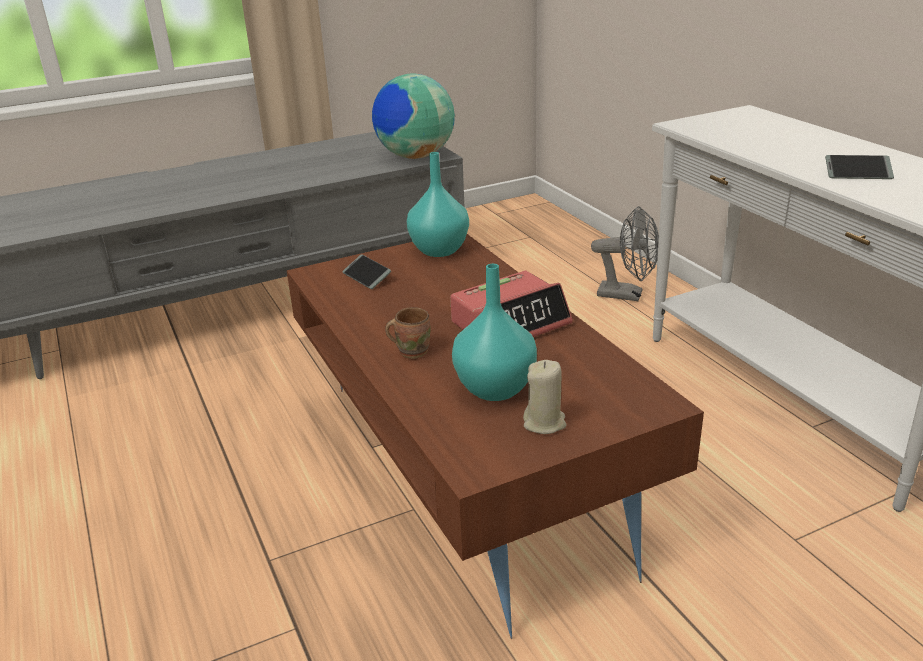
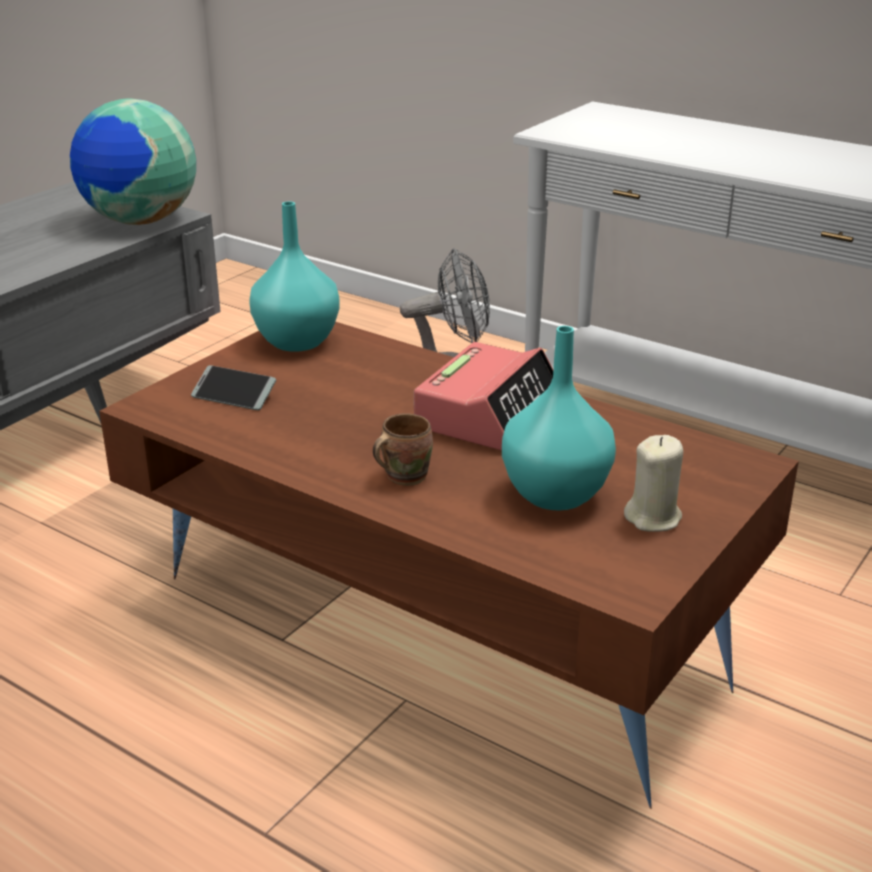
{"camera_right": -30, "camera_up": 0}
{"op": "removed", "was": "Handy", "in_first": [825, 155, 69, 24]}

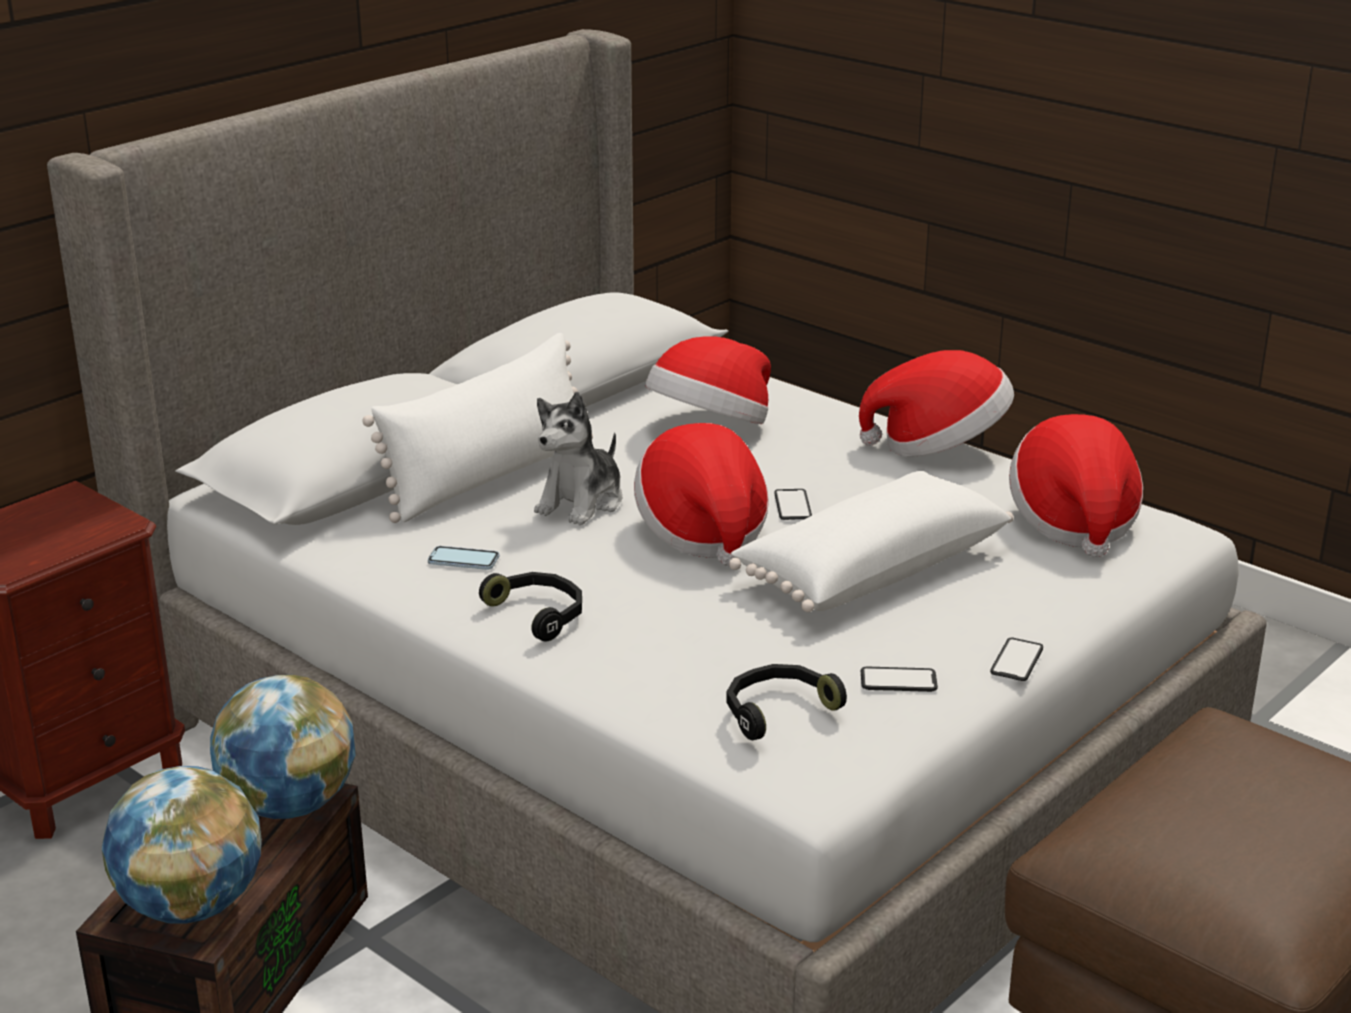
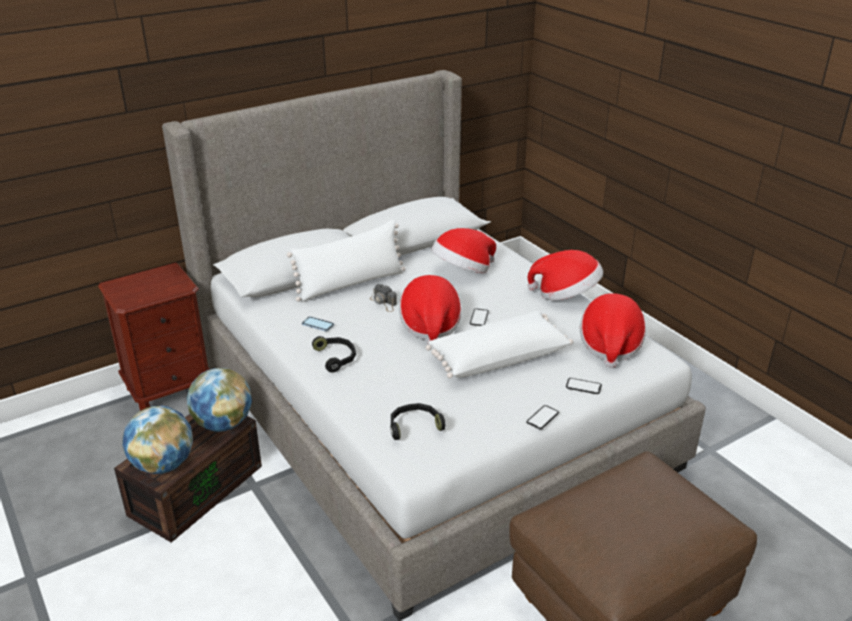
{"camera_right": 15, "camera_up": 5}
{"op": "replaced", "was": "Plüschtier", "now": "Kamera", "in_first": [534, 392, 89, 133], "in_second": [370, 284, 27, 28]}
{"op": "moved", "was": "Handy", "in_first": [861, 666, 77, 26], "in_second": [566, 378, 36, 16]}

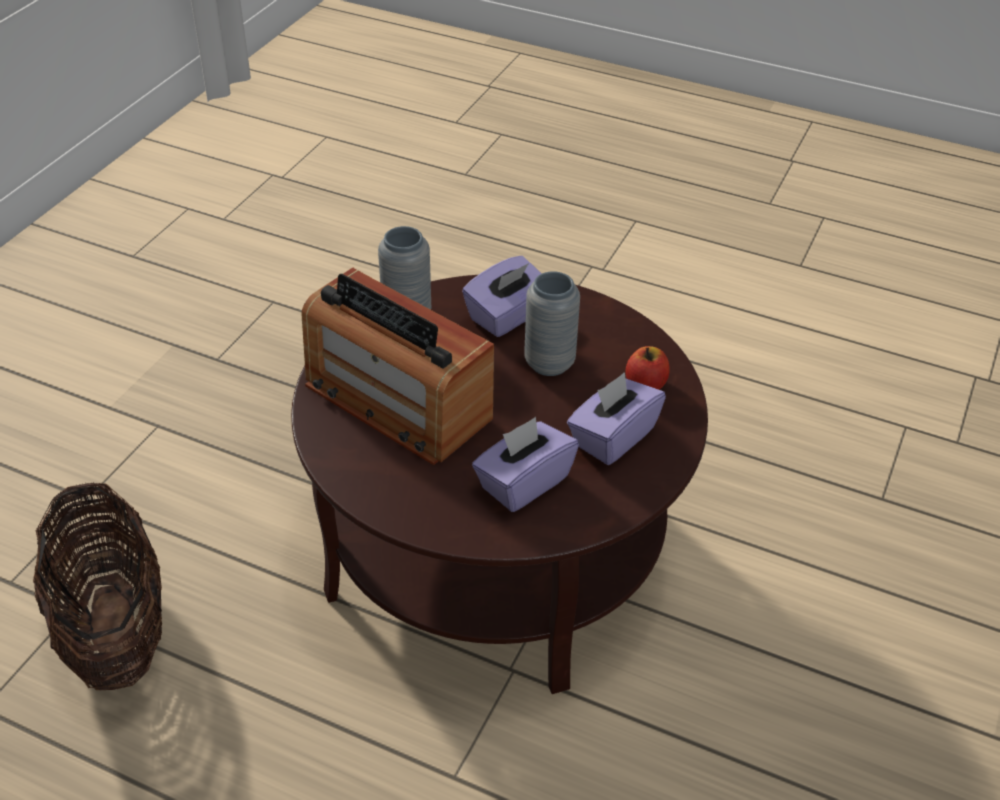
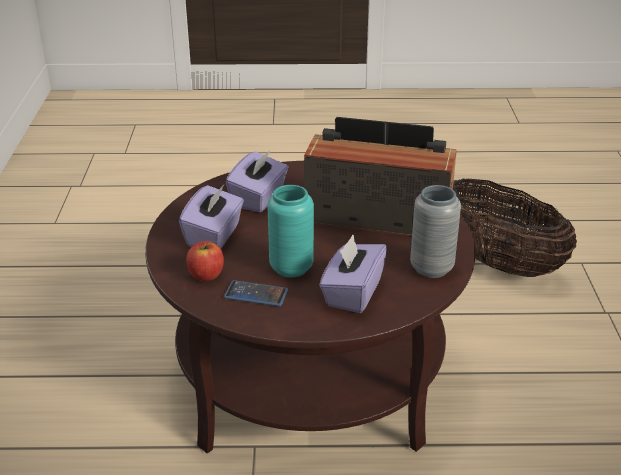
{"camera_right": 155, "camera_up": -10}
{"op": "added", "now": "Handy", "in_second": [224, 280, 64, 27]}
{"op": "recoloured", "was": "Vase (grau)", "now": "Vase (türkis)", "in_first": [524, 271, 56, 105], "in_second": [267, 185, 47, 93]}

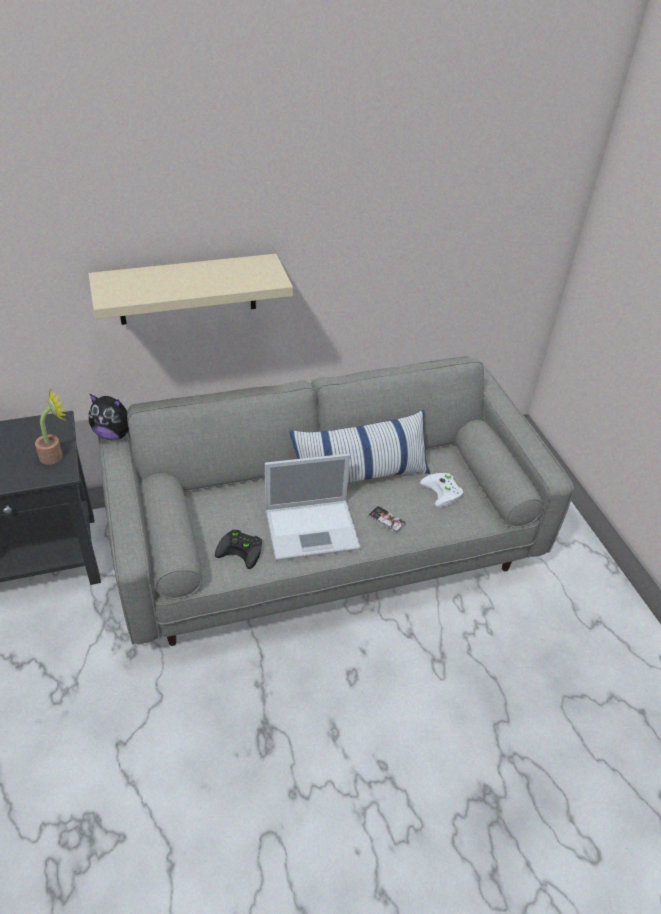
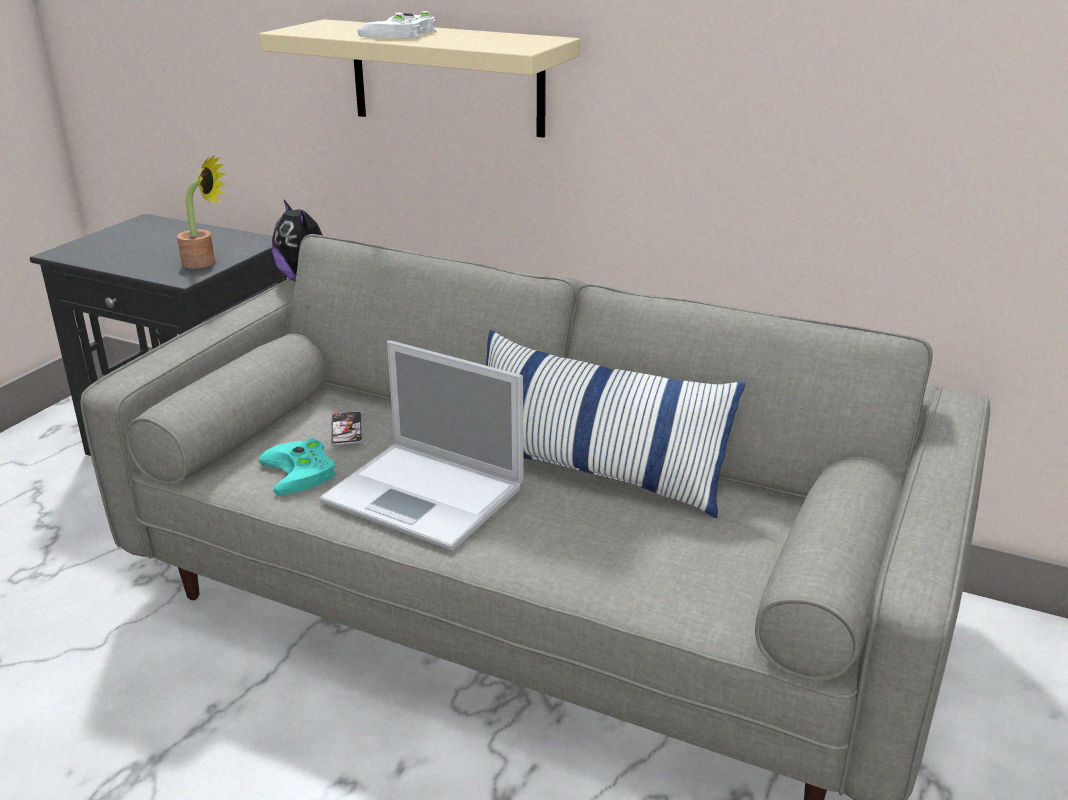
{"camera_right": 45, "camera_up": -15}
{"op": "recoloured", "was": "Gamepad (schwarz)", "now": "Gamepad (türkis)", "in_first": [215, 530, 47, 39], "in_second": [259, 438, 78, 57]}
{"op": "moved", "was": "Handy", "in_first": [368, 506, 38, 27], "in_second": [331, 412, 32, 34]}
{"op": "moved", "was": "Gamepad (weiß)", "in_first": [420, 473, 43, 34], "in_second": [358, 11, 79, 28]}

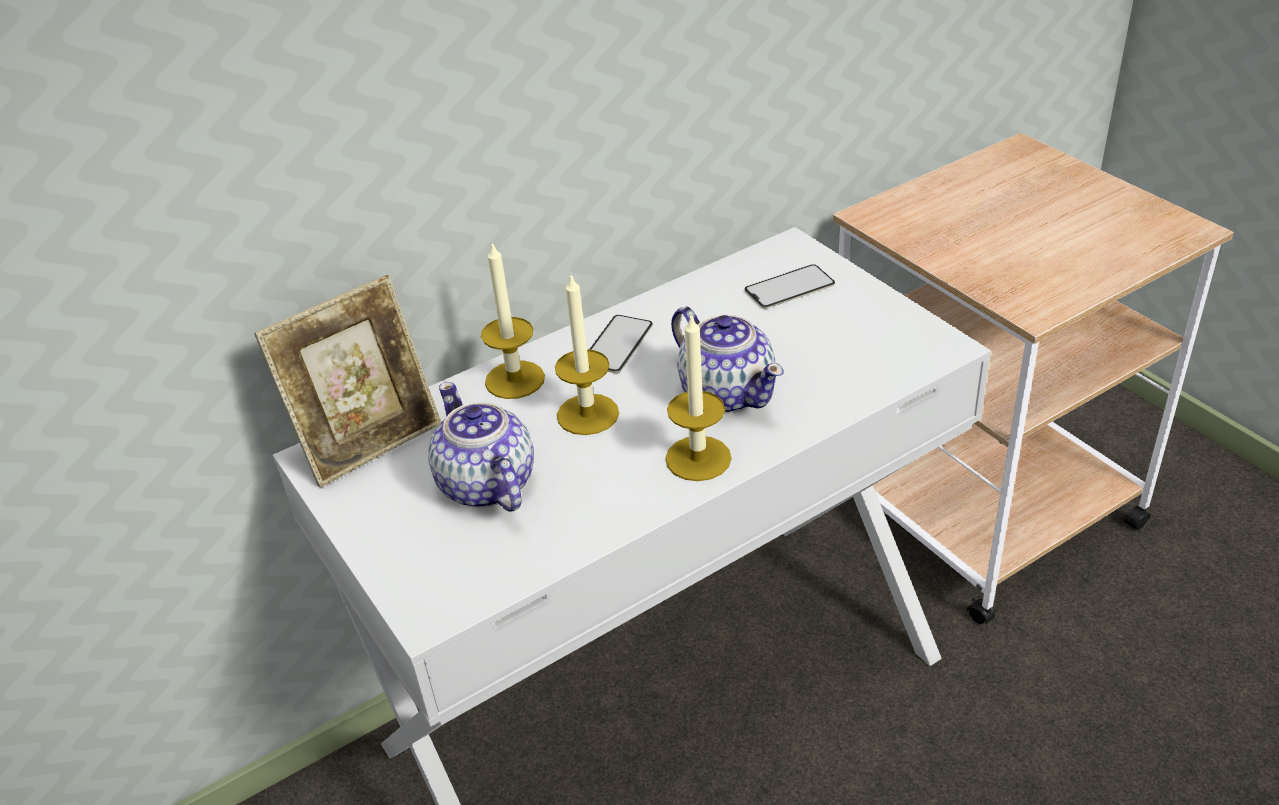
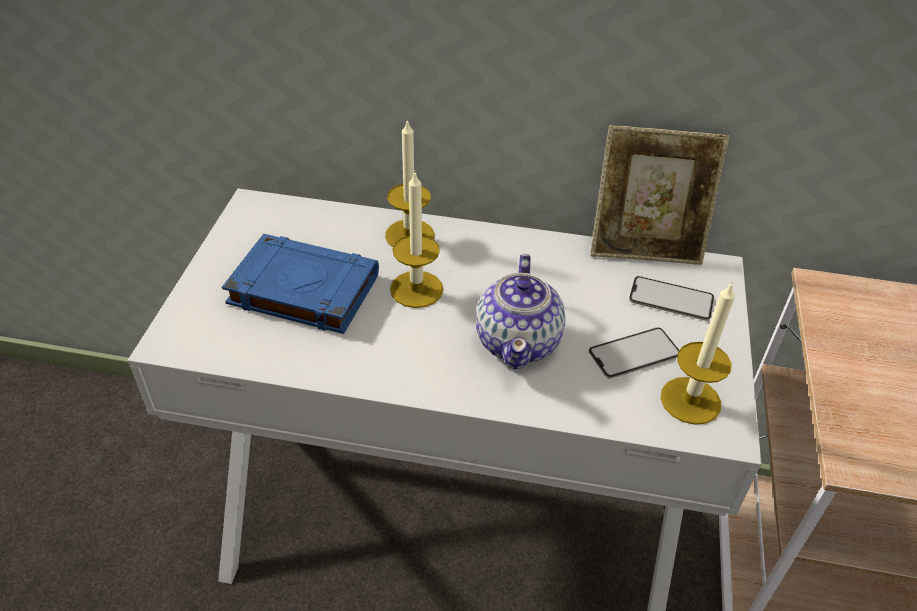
{"camera_right": 40, "camera_up": 5}
{"op": "replaced", "was": "Teekanne", "now": "Buch (blau)", "in_first": [428, 382, 106, 130], "in_second": [222, 234, 157, 100]}
{"op": "moved", "was": "Handy", "in_first": [589, 315, 64, 58], "in_second": [589, 327, 90, 52]}
{"op": "moved", "was": "Bilderrahmen", "in_first": [254, 275, 187, 213], "in_second": [590, 125, 139, 140]}
{"op": "moved", "was": "Kerze", "in_first": [665, 313, 67, 168], "in_second": [660, 281, 75, 144]}

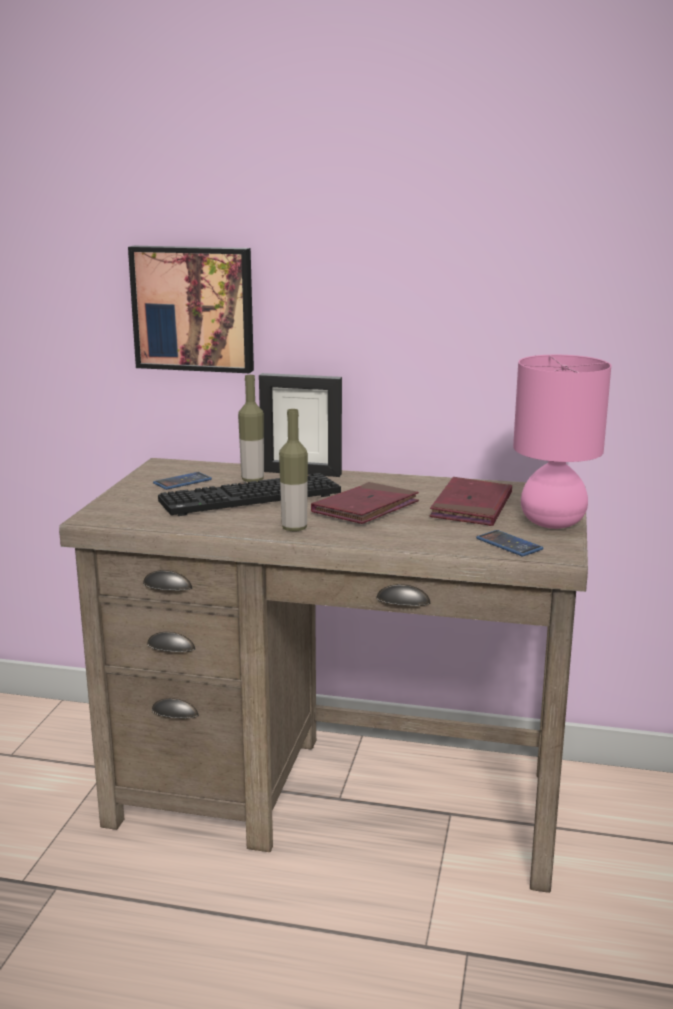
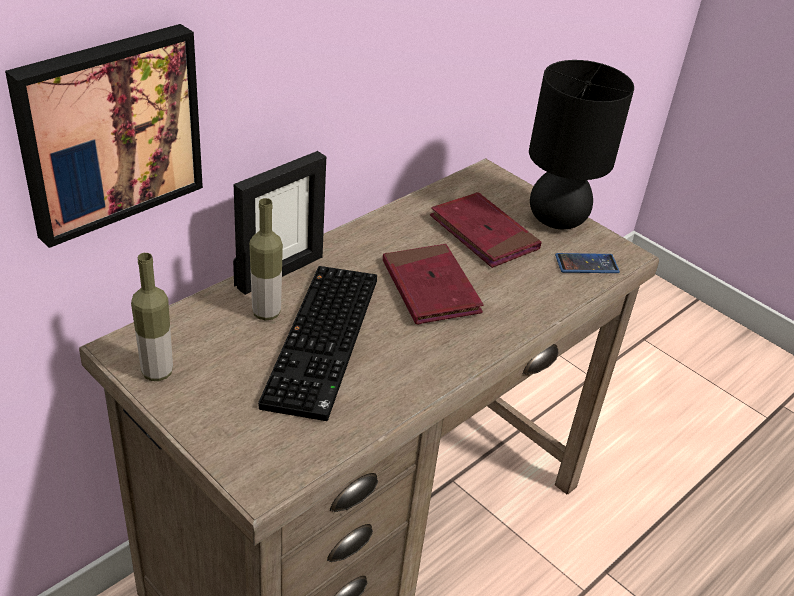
{"camera_right": -60, "camera_up": 20}
{"op": "moved", "was": "Flasche", "in_first": [279, 409, 29, 123], "in_second": [131, 253, 42, 128]}
{"op": "recoloured", "was": "Tischlampe (rosa)", "now": "Tischlampe (schwarz)", "in_first": [513, 355, 98, 174], "in_second": [529, 60, 105, 169]}
{"op": "removed", "was": "Handy", "in_first": [153, 472, 59, 18]}

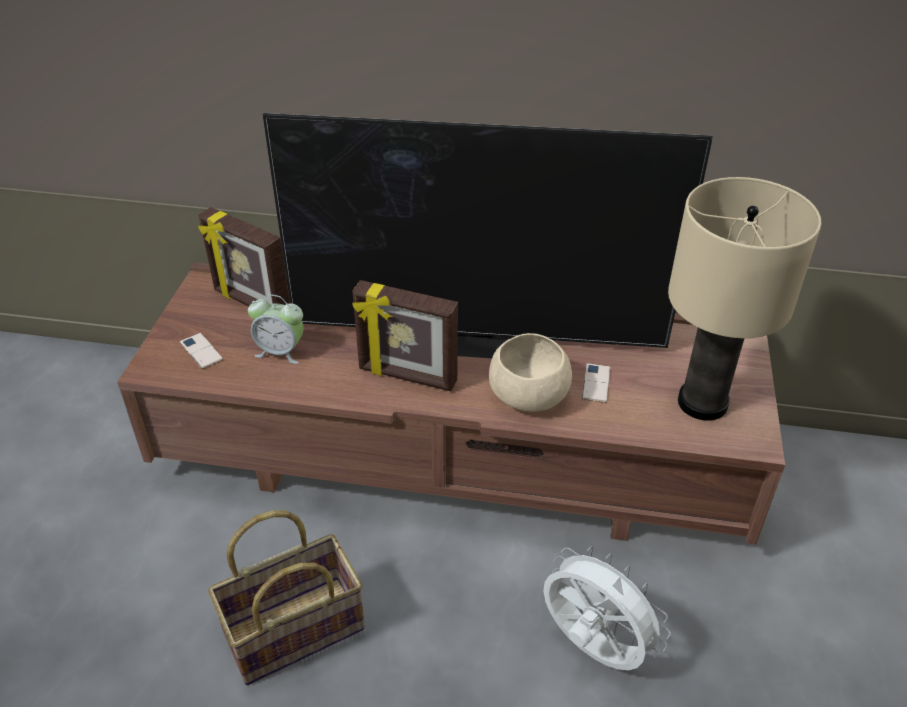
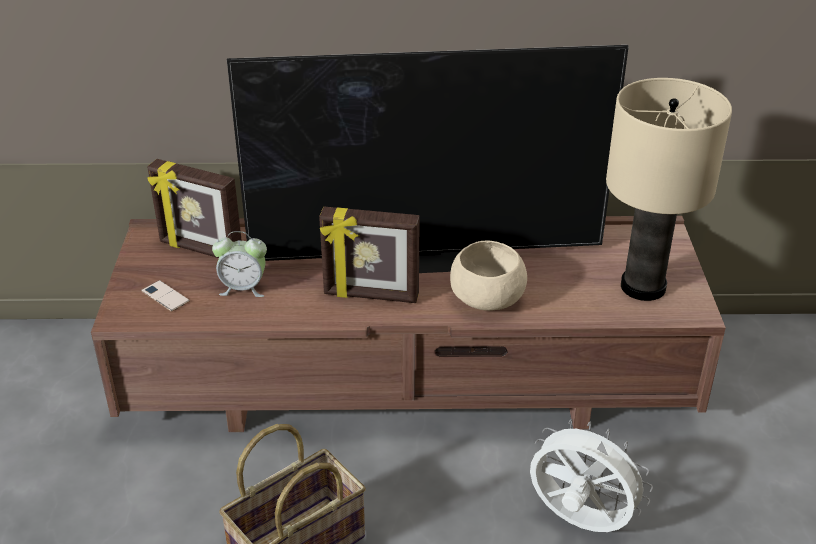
{"camera_right": -10, "camera_up": -5}
{"op": "removed", "was": "Handy", "in_first": [582, 363, 29, 40]}

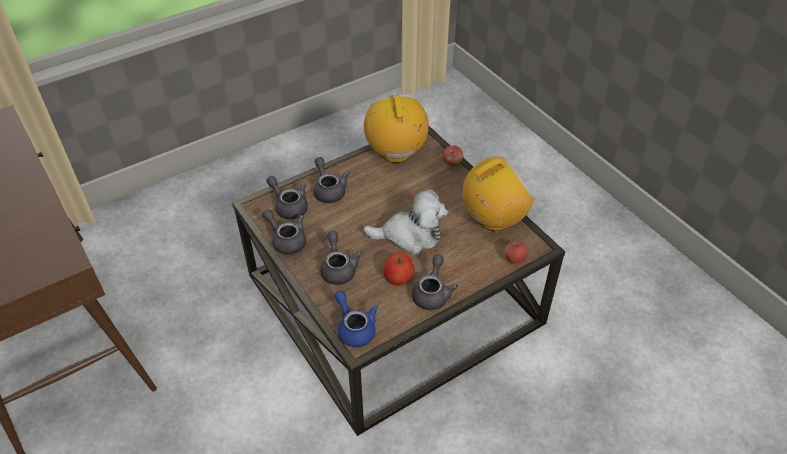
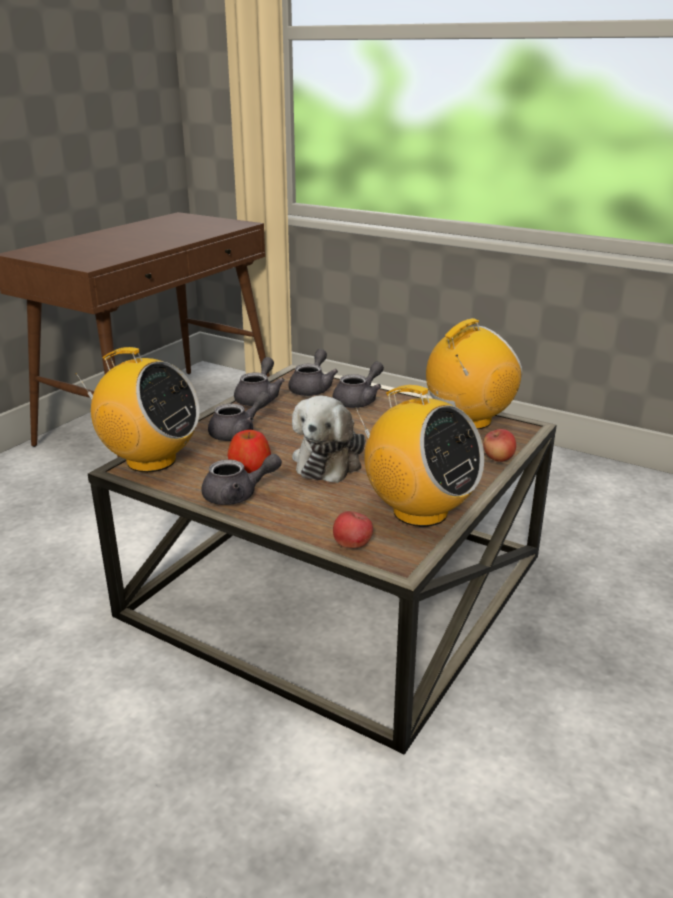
{"camera_right": 65, "camera_up": -20}
{"op": "replaced", "was": "Teekanne (blau)", "now": "Radio", "in_first": [335, 291, 43, 56], "in_second": [76, 347, 124, 125]}
{"op": "turned", "was": "Plüschtier", "in_first": [363, 189, 85, 66], "in_second": [292, 396, 74, 87], "clockwise": 45}

